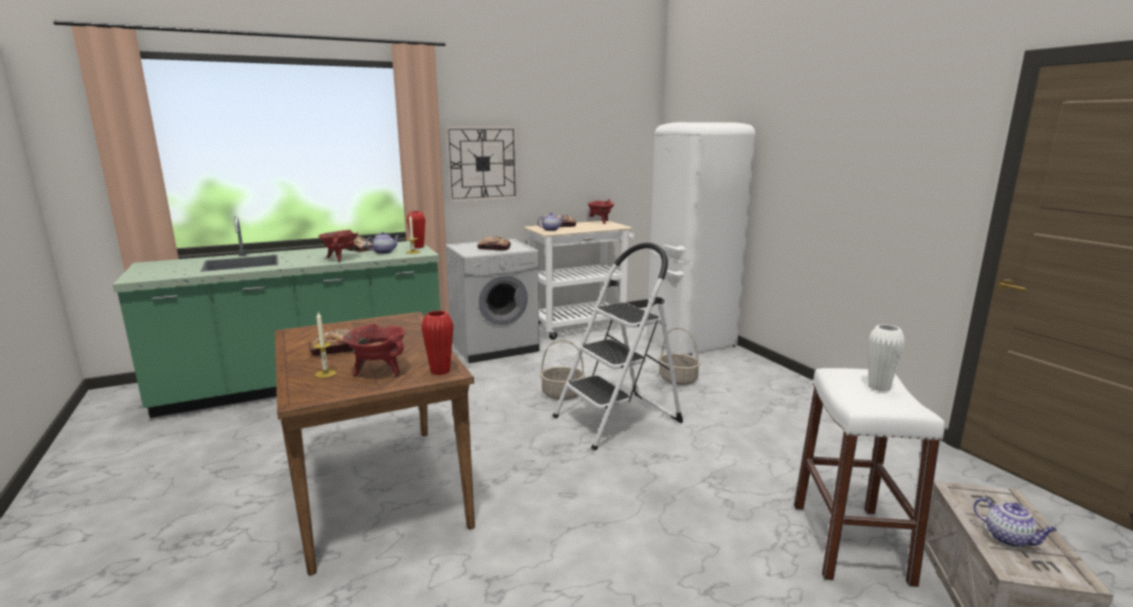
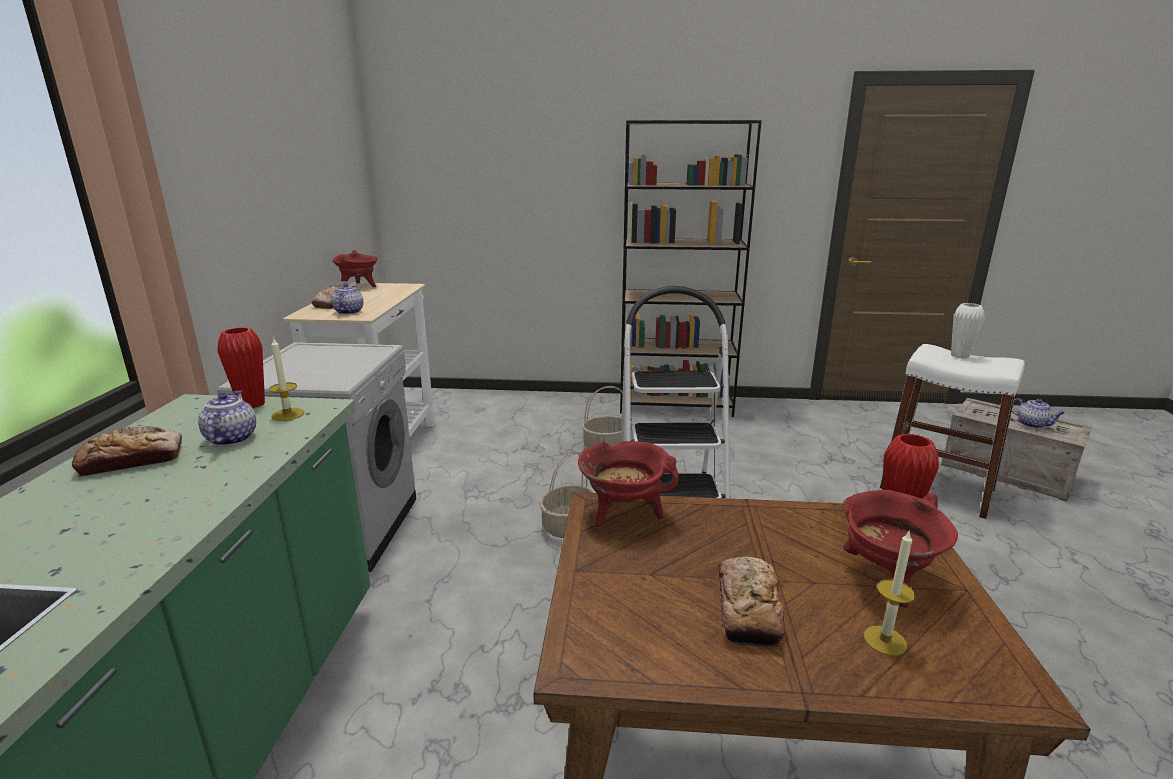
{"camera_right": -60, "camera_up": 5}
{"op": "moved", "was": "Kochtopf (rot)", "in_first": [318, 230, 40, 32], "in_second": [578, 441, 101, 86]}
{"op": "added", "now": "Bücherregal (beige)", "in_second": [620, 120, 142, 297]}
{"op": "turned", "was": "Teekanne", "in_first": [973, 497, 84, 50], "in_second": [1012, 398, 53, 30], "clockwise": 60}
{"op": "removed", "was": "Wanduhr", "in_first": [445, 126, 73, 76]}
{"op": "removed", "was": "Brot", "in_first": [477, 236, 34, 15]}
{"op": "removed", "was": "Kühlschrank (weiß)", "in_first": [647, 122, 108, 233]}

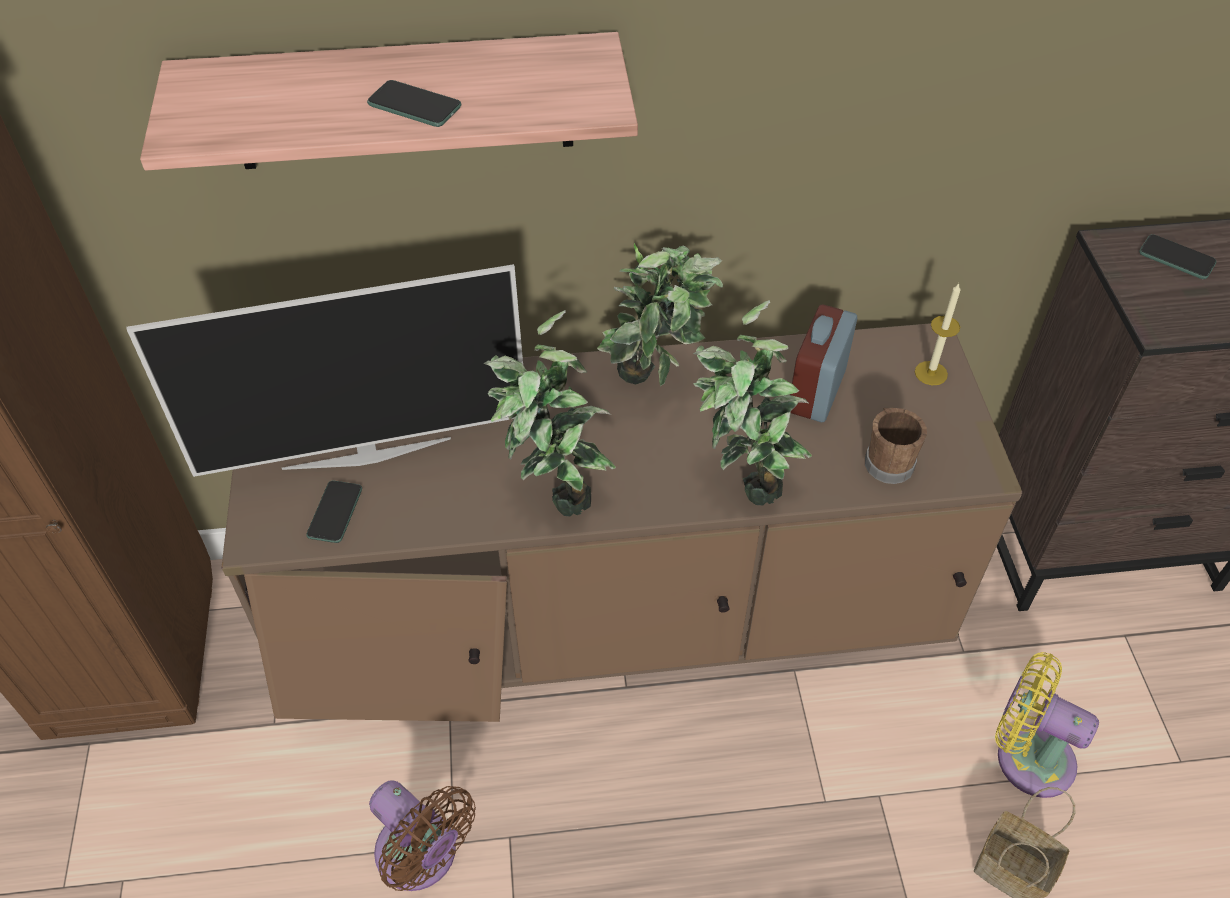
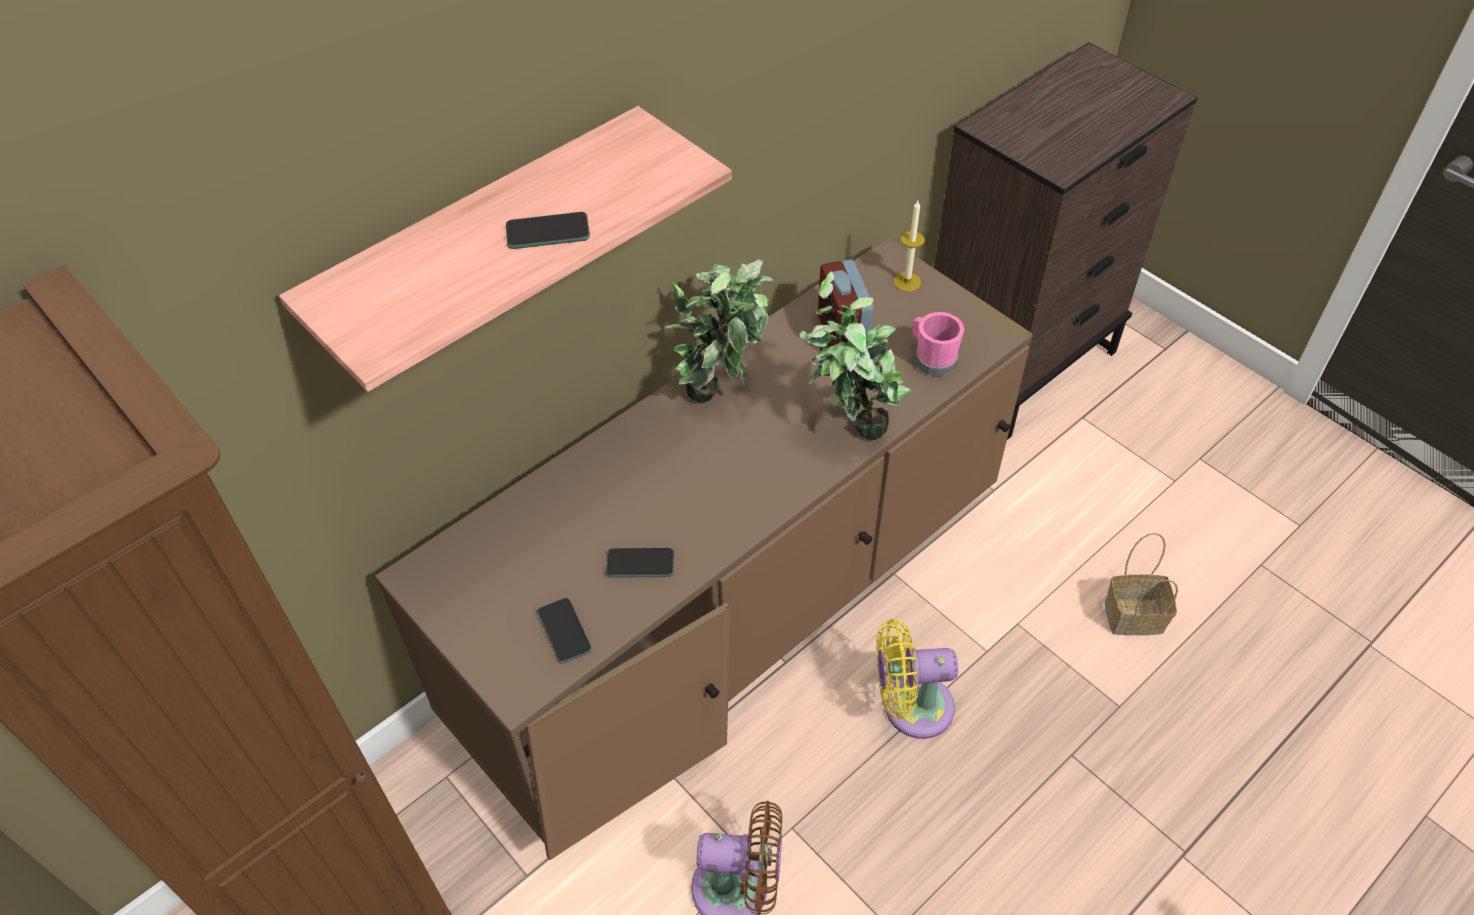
{"camera_right": -35, "camera_up": 0}
{"op": "moved", "was": "Handy", "in_first": [1139, 234, 78, 45], "in_second": [606, 548, 68, 30]}
{"op": "moved", "was": "Ventilator (gelb)", "in_first": [995, 652, 104, 146], "in_second": [876, 619, 82, 120]}
{"op": "recoloured", "was": "Henkelbecher (braun)", "now": "Henkelbecher (rosa)", "in_first": [865, 407, 62, 77], "in_second": [912, 312, 52, 65]}
{"op": "removed", "was": "Fernseher", "in_first": [127, 264, 396, 213]}
{"op": "removed", "was": "Topfpflanze", "in_first": [483, 310, 133, 207]}

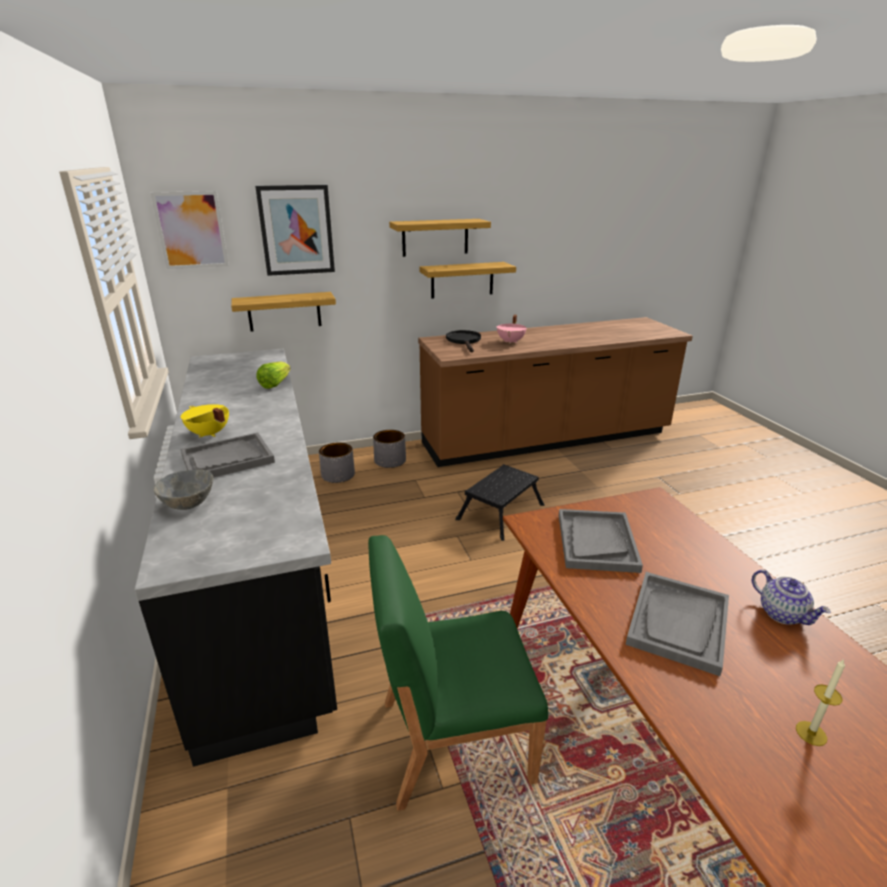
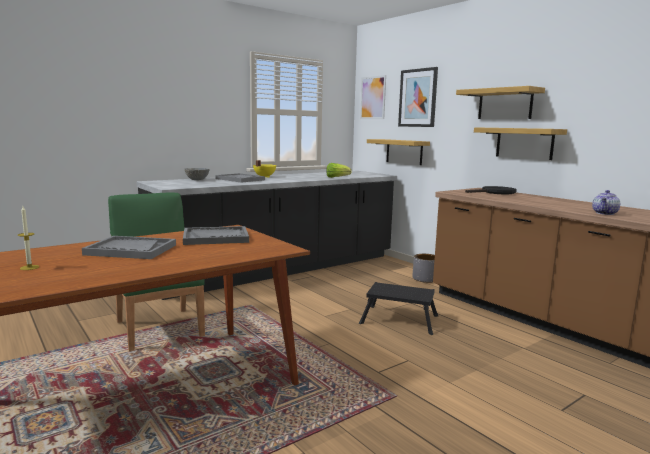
{"camera_right": 70, "camera_up": -15}
{"op": "moved", "was": "Teekanne", "in_first": [752, 570, 79, 55], "in_second": [592, 190, 28, 25]}
{"op": "removed", "was": "Pflanzkübel (grau)", "in_first": [319, 442, 36, 41]}
{"op": "removed", "was": "Kochtopf (rosa)", "in_first": [497, 315, 30, 29]}

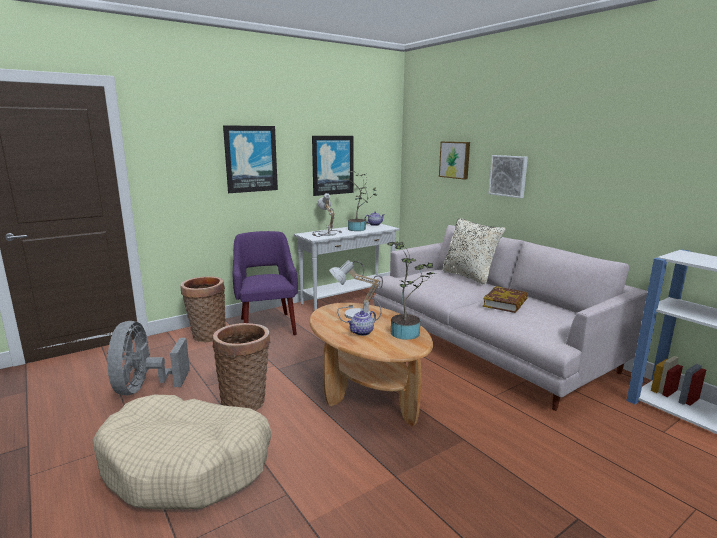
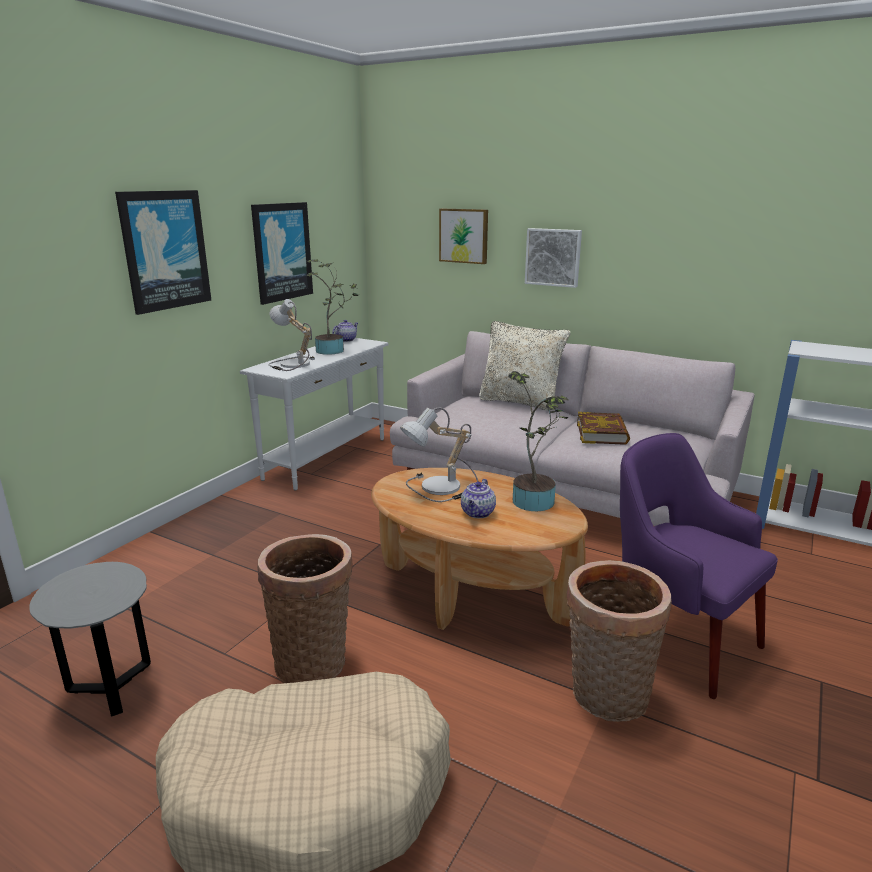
{"camera_right": -25, "camera_up": 5}
{"op": "replaced", "was": "Ventilator (grau)", "now": "Beistelltisch (grau)", "in_first": [107, 321, 83, 74], "in_second": [29, 562, 122, 155]}
{"op": "moved", "was": "Korb", "in_first": [180, 276, 46, 66], "in_second": [567, 560, 105, 162]}
{"op": "moved", "was": "Sessel (lila)", "in_first": [233, 231, 65, 104], "in_second": [620, 433, 158, 266]}

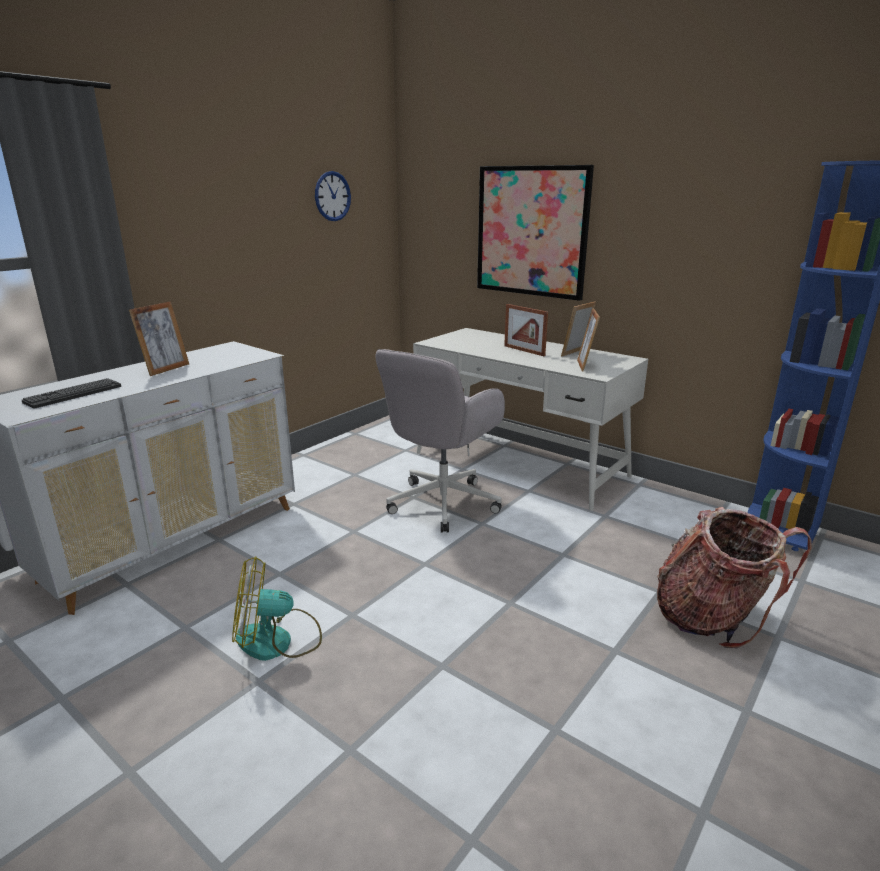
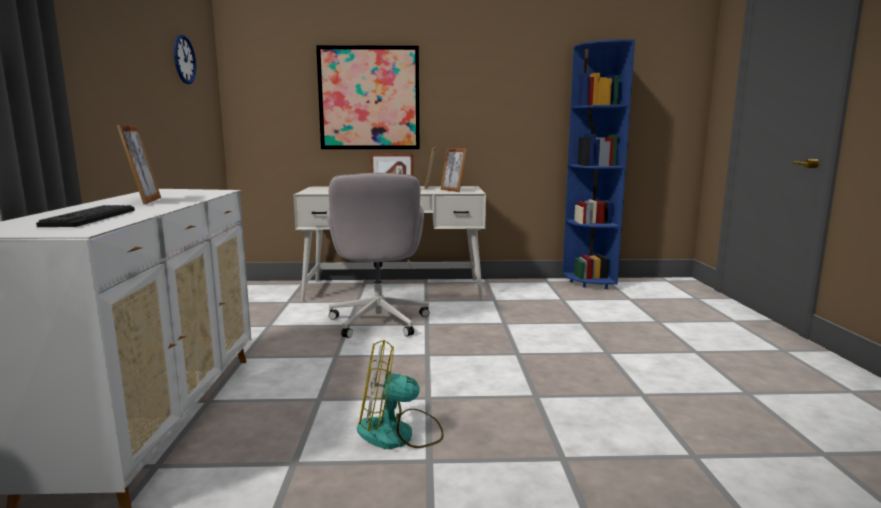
{"camera_right": -40, "camera_up": -10}
{"op": "turned", "was": "Ventilator", "in_first": [232, 556, 90, 105], "in_second": [357, 340, 87, 109], "clockwise": 45}
{"op": "removed", "was": "Rucksack", "in_first": [657, 507, 155, 141]}

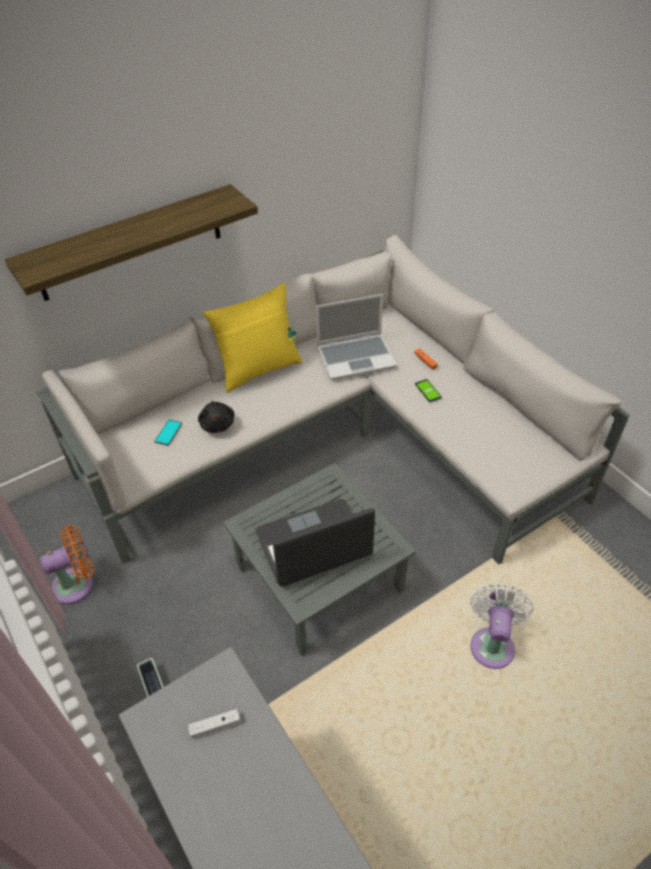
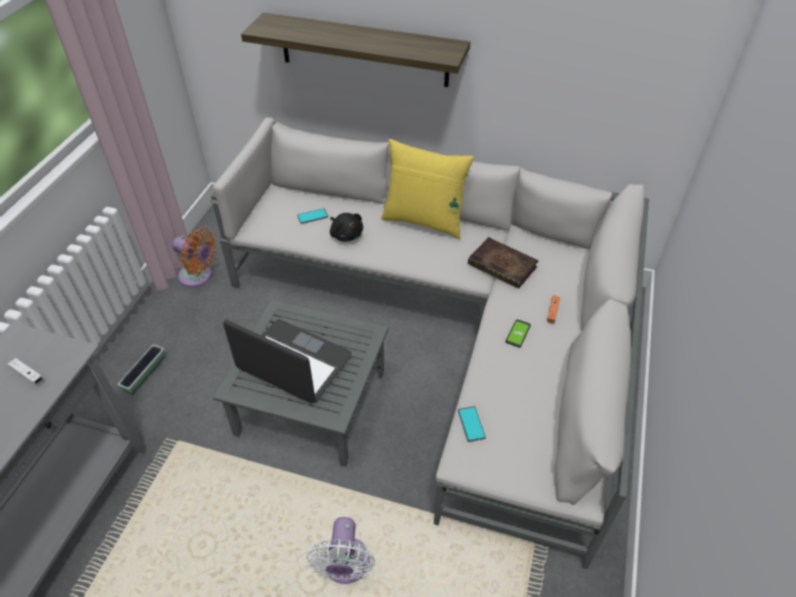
{"camera_right": 50, "camera_up": 0}
{"op": "turned", "was": "Ventilator (weiß)", "in_first": [470, 584, 64, 85], "in_second": [306, 517, 69, 67], "clockwise": 120}
{"op": "turned", "was": "Plüschtier (schwarz)", "in_first": [198, 401, 36, 32], "in_second": [330, 213, 33, 29], "clockwise": -75}
{"op": "added", "now": "Handy", "in_second": [458, 406, 28, 36]}
{"op": "replaced", "was": "Laptop", "now": "Buch", "in_first": [316, 294, 81, 86], "in_second": [468, 237, 71, 52]}

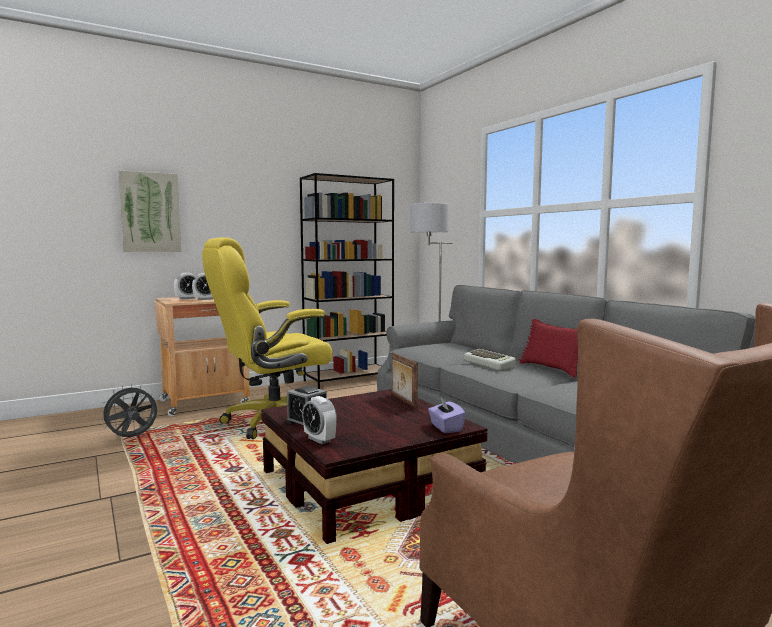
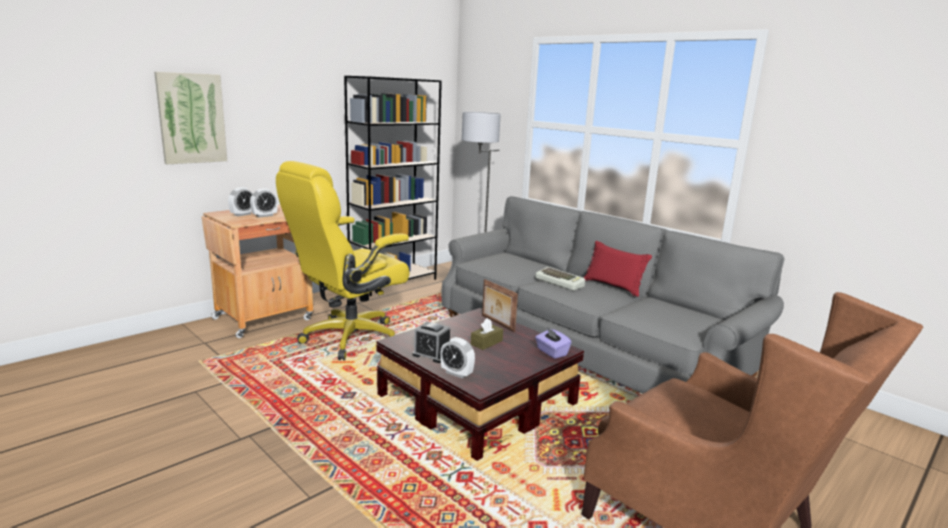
{"camera_right": -15, "camera_up": 10}
{"op": "added", "now": "Taschentuchbox (braun)", "in_second": [471, 318, 32, 32]}
{"op": "removed", "was": "Ventilator (grau)", "in_first": [99, 384, 58, 53]}

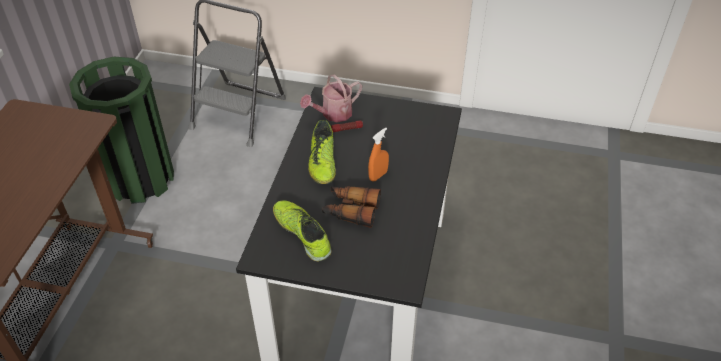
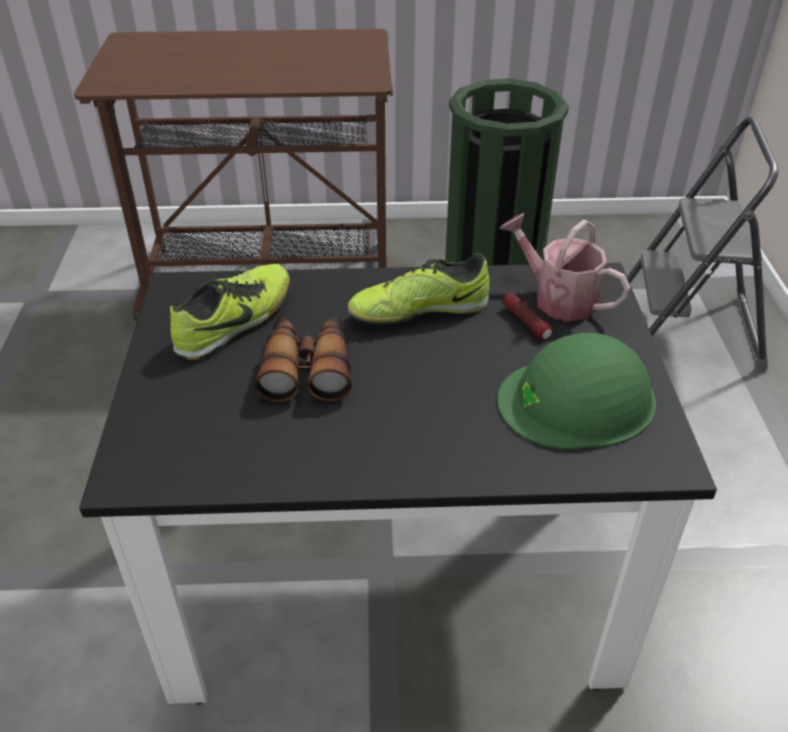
{"camera_right": 75, "camera_up": -5}
{"op": "added", "now": "Schutzhelm (grün)", "in_second": [497, 332, 159, 117]}
{"op": "removed", "was": "Sprühflasche (orange)", "in_first": [368, 128, 21, 54]}

